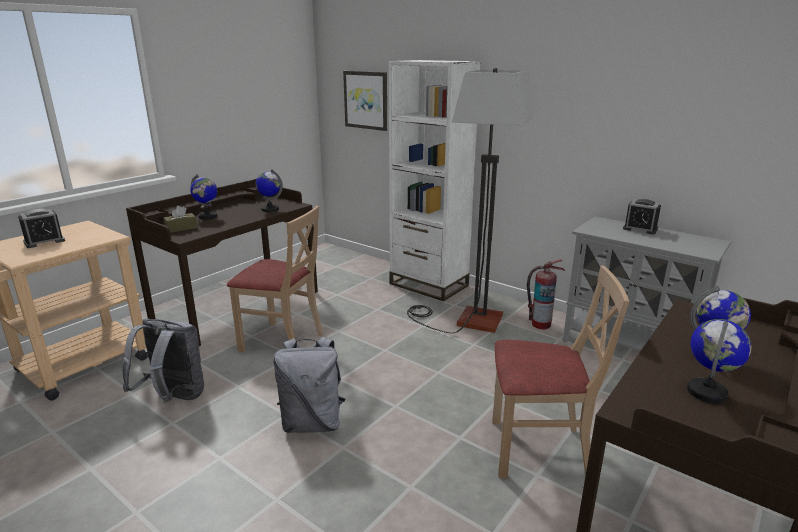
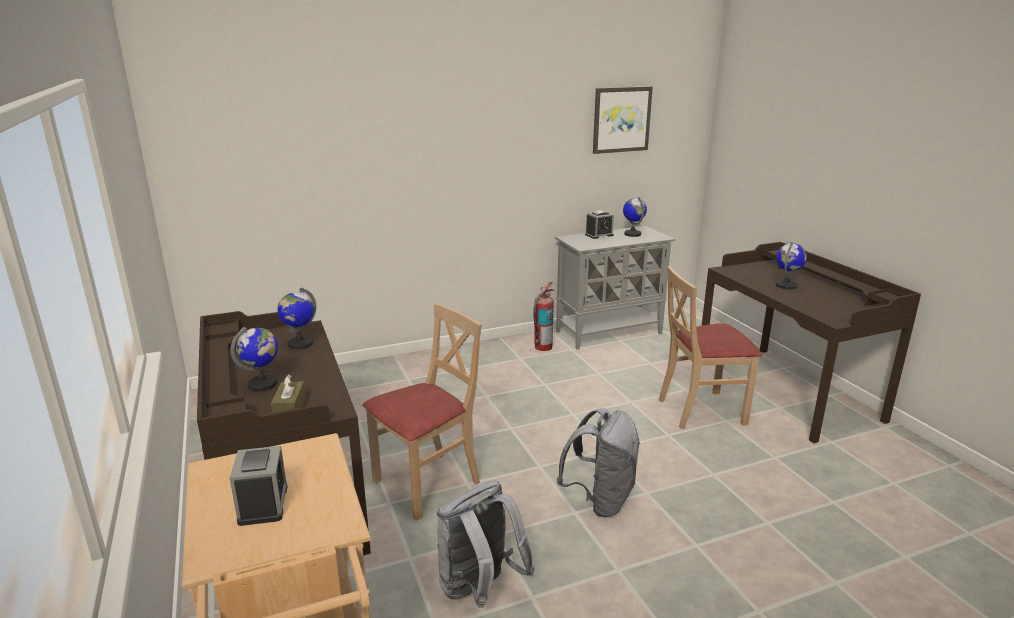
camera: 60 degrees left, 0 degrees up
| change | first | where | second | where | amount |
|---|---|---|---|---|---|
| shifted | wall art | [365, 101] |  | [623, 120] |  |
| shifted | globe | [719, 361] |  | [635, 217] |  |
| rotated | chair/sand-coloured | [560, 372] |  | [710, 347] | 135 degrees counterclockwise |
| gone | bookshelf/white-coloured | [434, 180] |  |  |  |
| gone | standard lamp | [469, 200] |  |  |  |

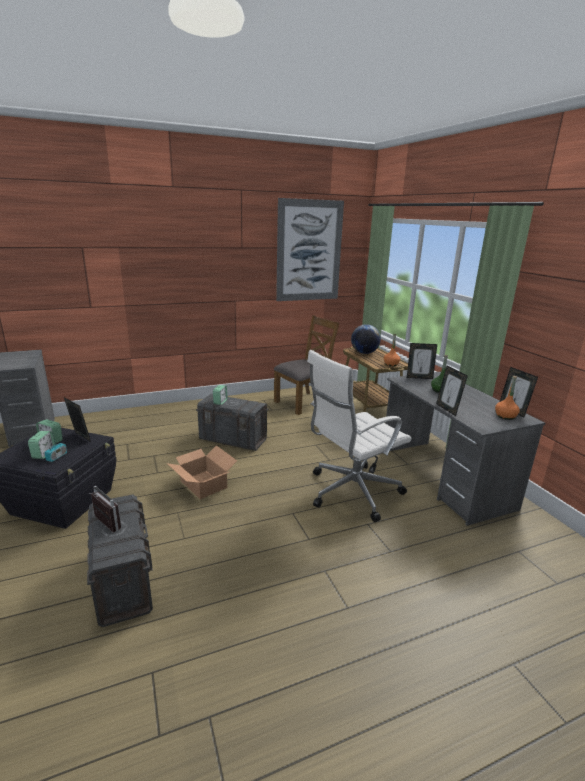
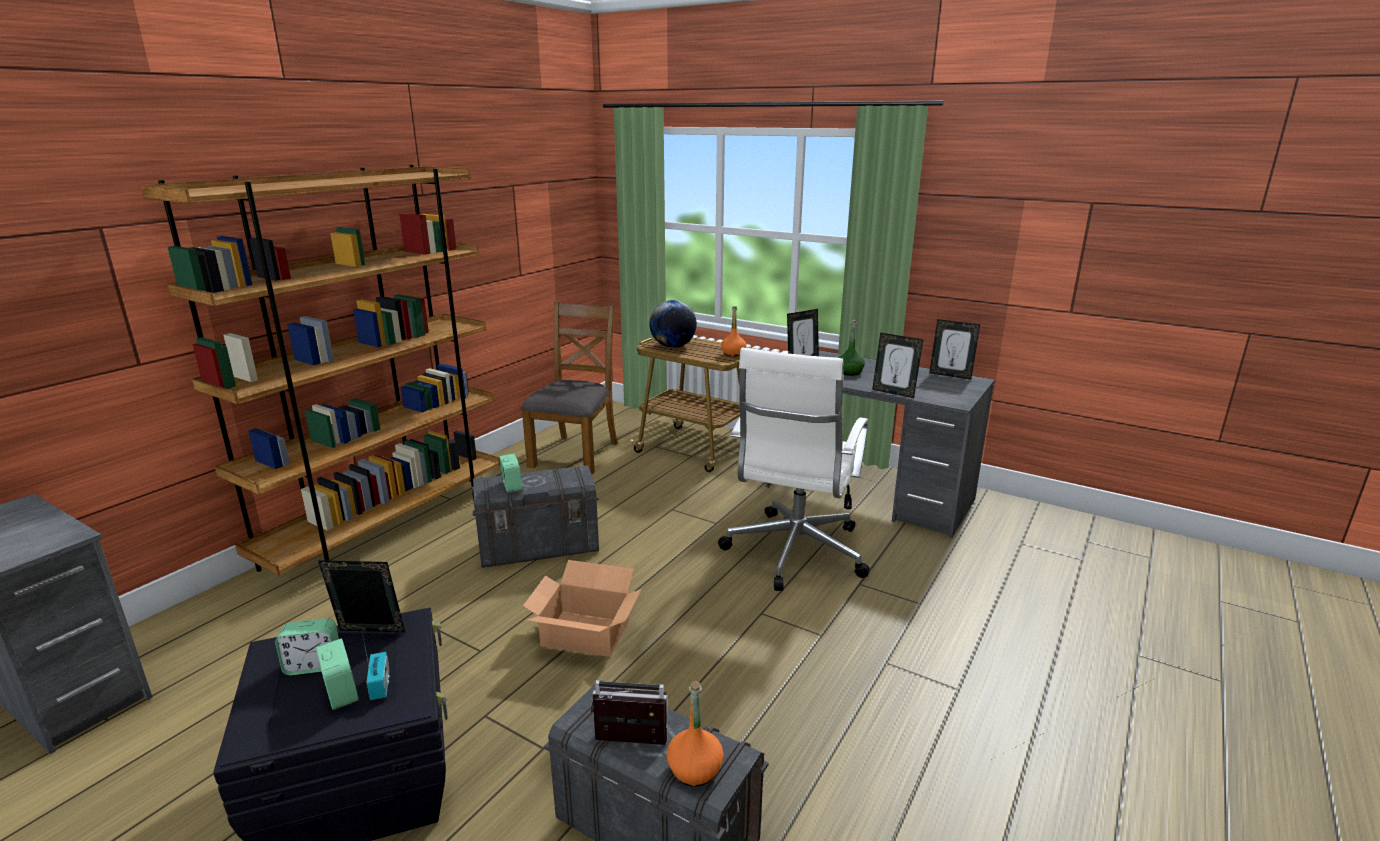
camera: 35 degrees left, 0 degrees up
| change | first | where | second | where | amount |
|---|---|---|---|---|---|
| new |  |  | bookshelf/brown | [320, 370] |  |
| shifted | beverage bottle/orange-coloured | [507, 398] |  | [695, 734] |  |
| gone | wall art | [310, 249] |  |  |  |

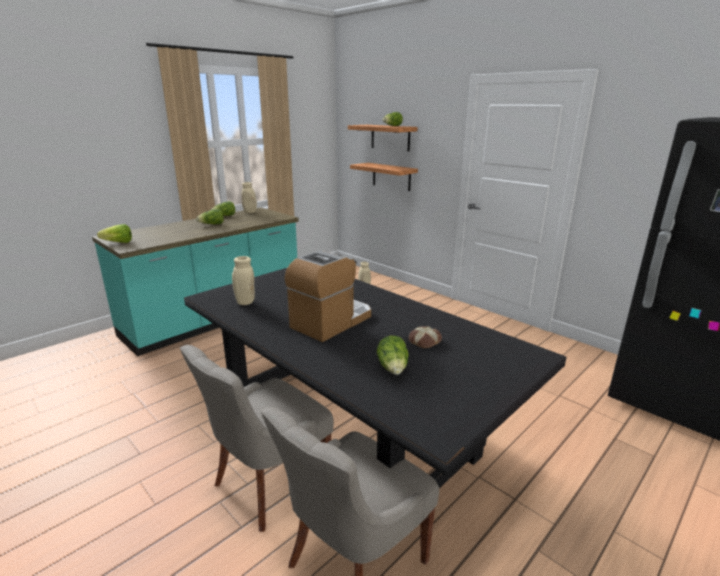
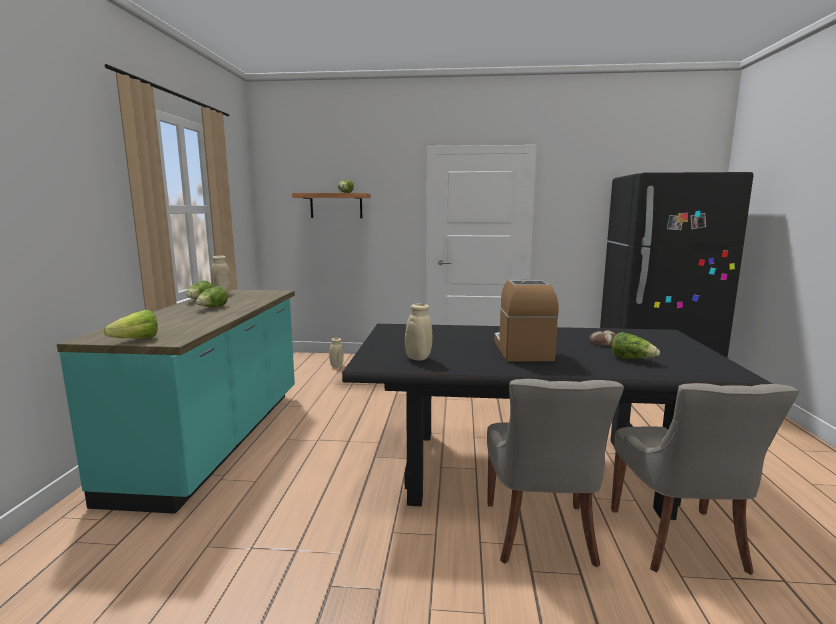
camera: 40 degrees left, 10 degrees down
| change | first | where | second | where | amount |
|---|---|---|---|---|---|
| gone | shelf | [384, 177] |  |  |  |

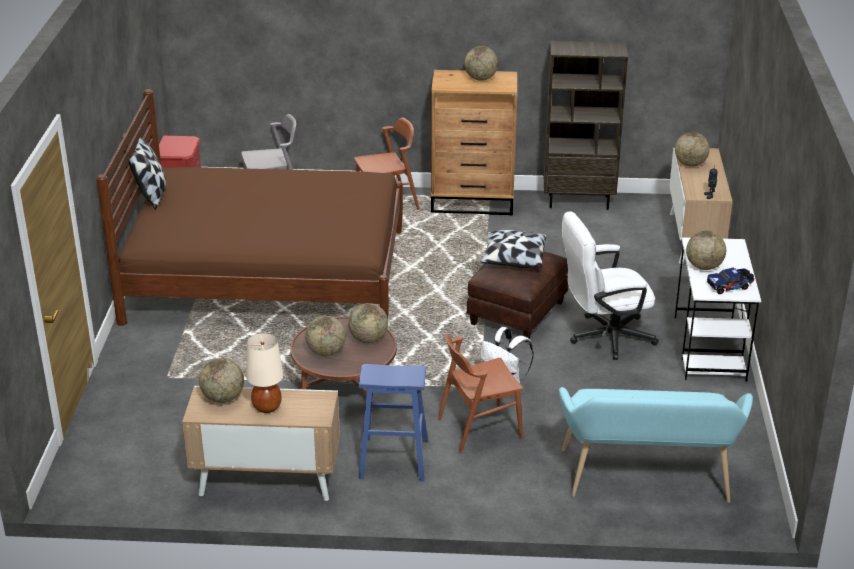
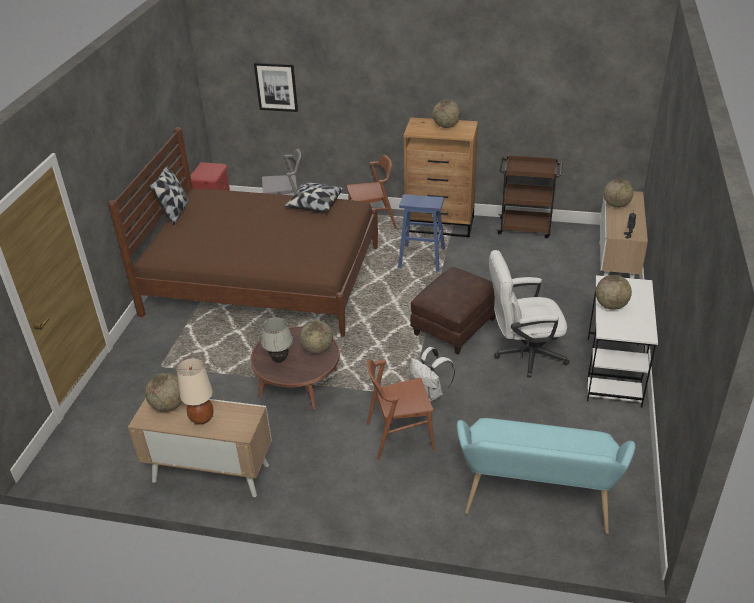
camera: 10 degrees right, 5 degrees up
| change | first | where | second | where | amount |
|---|---|---|---|---|---|
| new |  |  | wall art | [276, 87] |  |
| swapped | globe | [325, 336] | tabletop lamp/white-coloured | [277, 339] |  |
| shifted | throw pillow | [513, 249] |  | [313, 197] |  |
| shifted | stool seat/blue | [393, 422] |  | [421, 233] |  |
| swapped | bookshelf/brown | [586, 125] | trolley/brown | [529, 196] |  |
| gone | toy truck | [730, 280] |  |  |  |

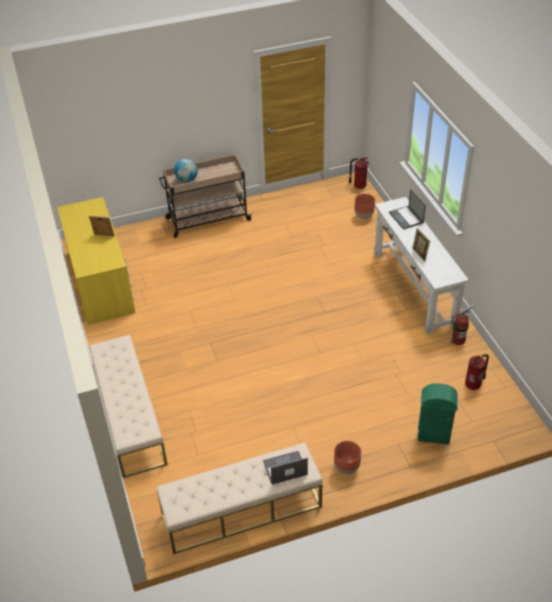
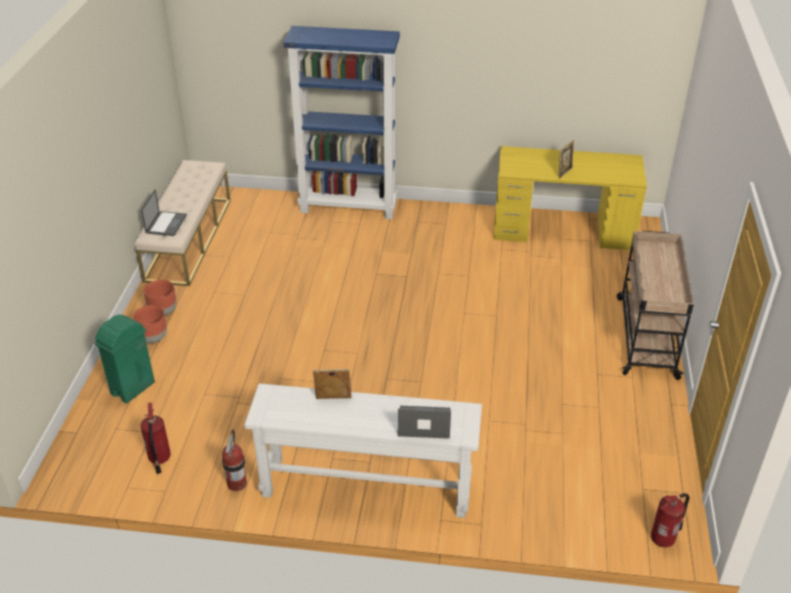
camera: 115 degrees right, 5 degrees down
| change | first | where | second | where | amount |
|---|---|---|---|---|---|
| shifted | plant pot/brown | [365, 206] |  | [150, 324] |  |
| swapped | long seat/sand-coloured | [128, 406] | bookshelf/blue | [341, 123] |  |
| gone | globe | [186, 171] |  |  |  |

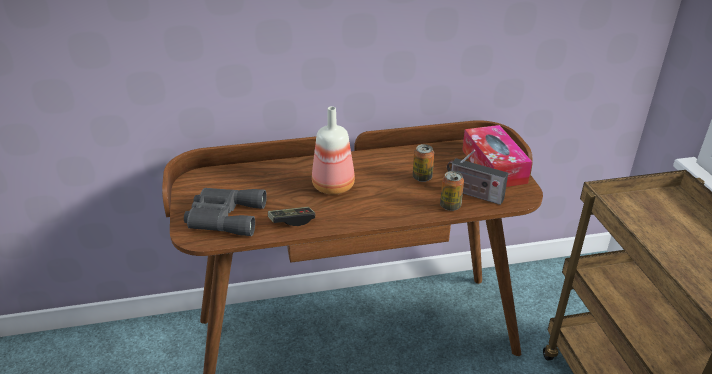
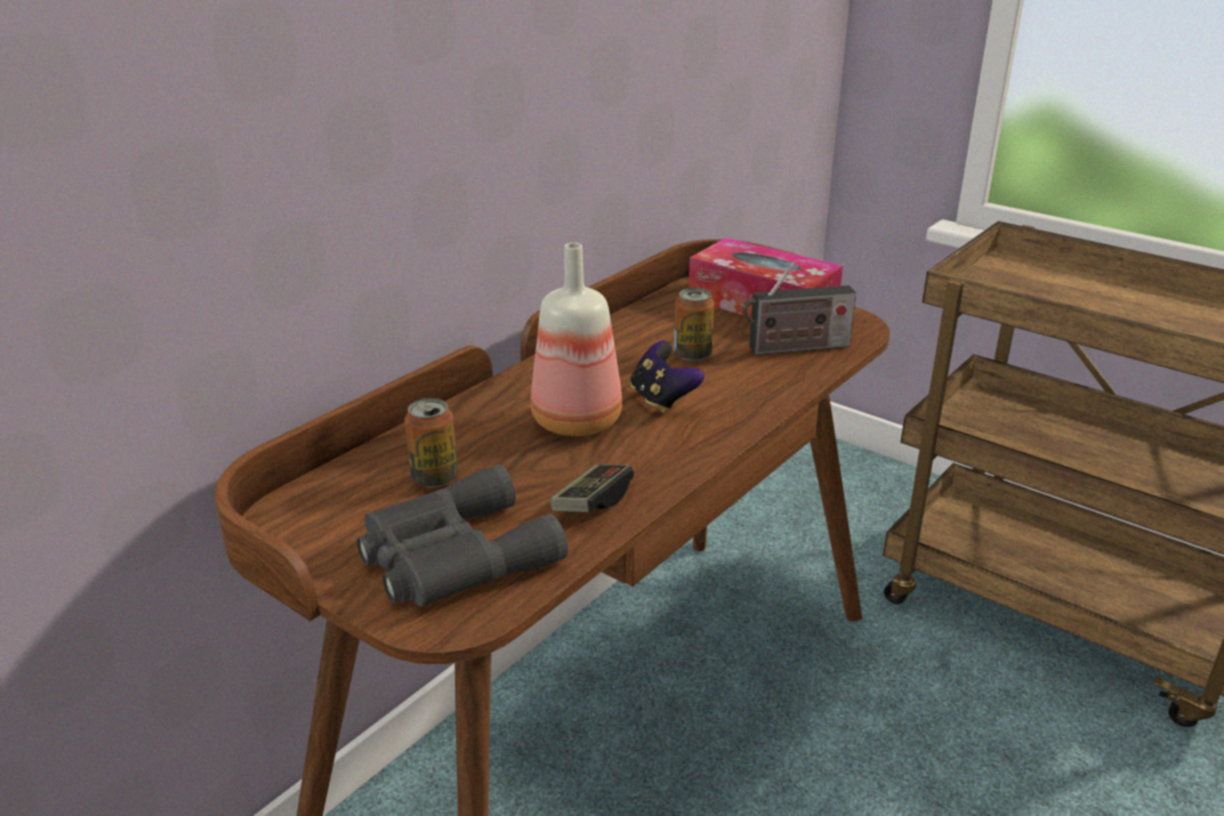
camera: 40 degrees left, 5 degrees down
| change | first | where | second | where | amount |
|---|---|---|---|---|---|
| shifted | sealed can | [452, 191] |  | [431, 443] |  |
| new |  |  | gamepad | [667, 377] |  |

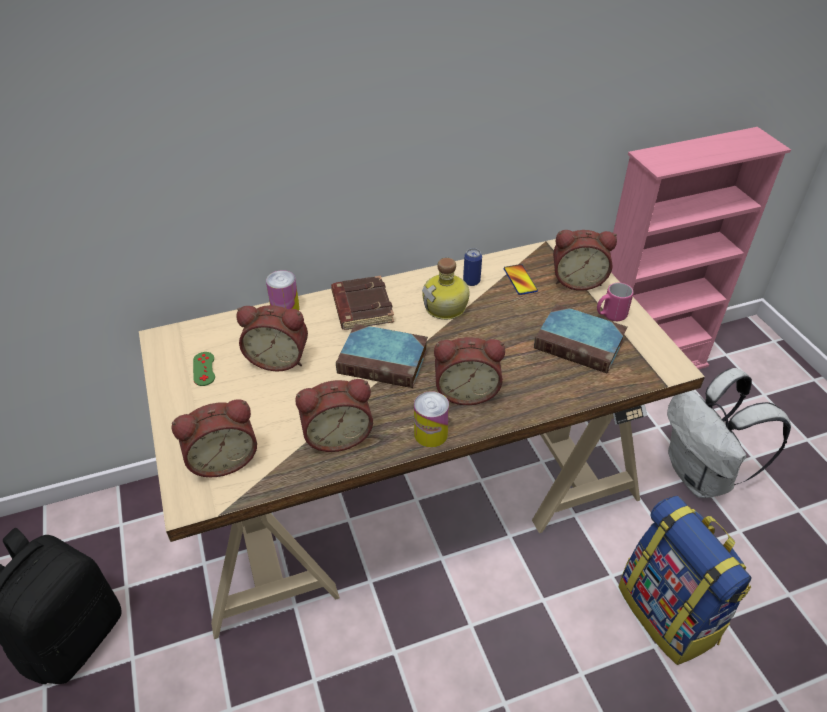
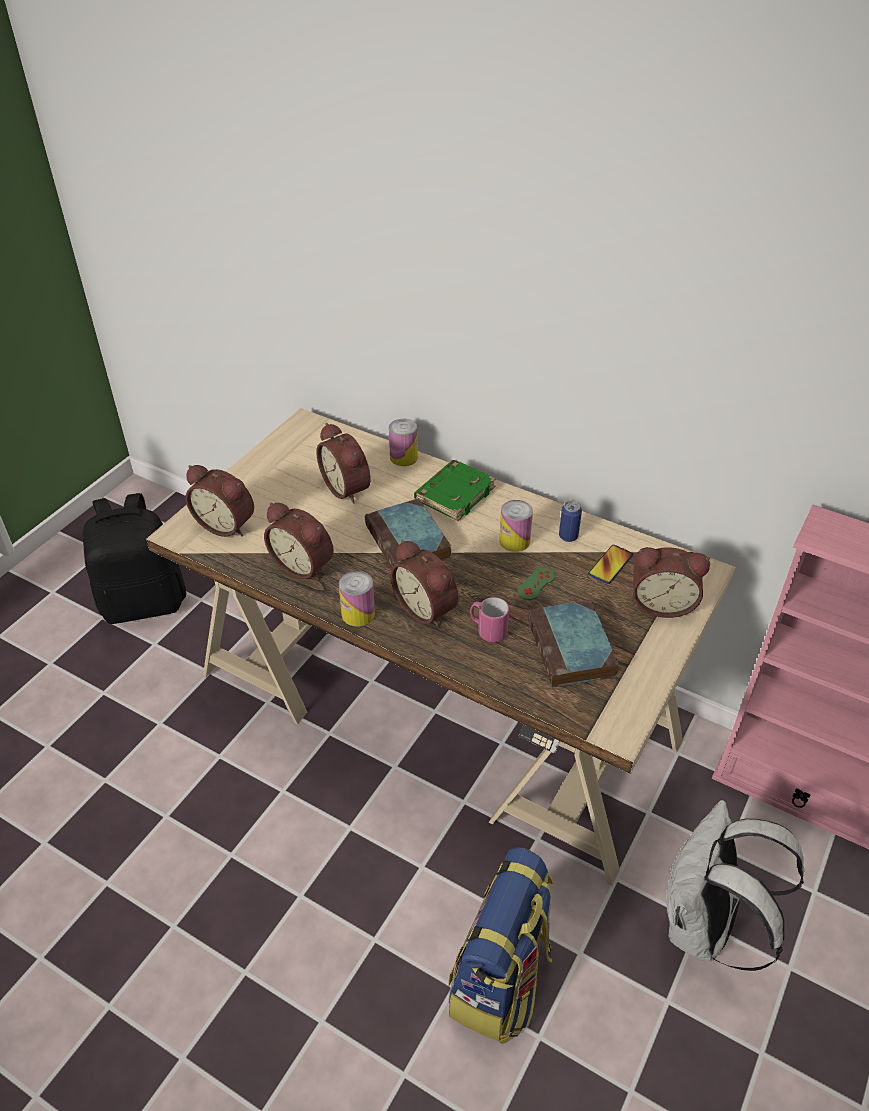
camera: 50 degrees right, 0 degrees up
| change | first | where | second | where | amount |
|---|---|---|---|---|---|
| repainted | book/brown | [362, 303] | book/greenish | [455, 490] |  |
| shifted | coffee mug/pink-coloured | [615, 302] |  | [489, 620] |  |
| swapped | beverage bottle | [446, 289] | sealed can | [516, 526] |  |
| shifted | gamepad/greenish | [204, 369] |  | [536, 583] |  |
| rotated | alarm clock | [585, 260] |  | [671, 582] | 45 degrees counterclockwise |

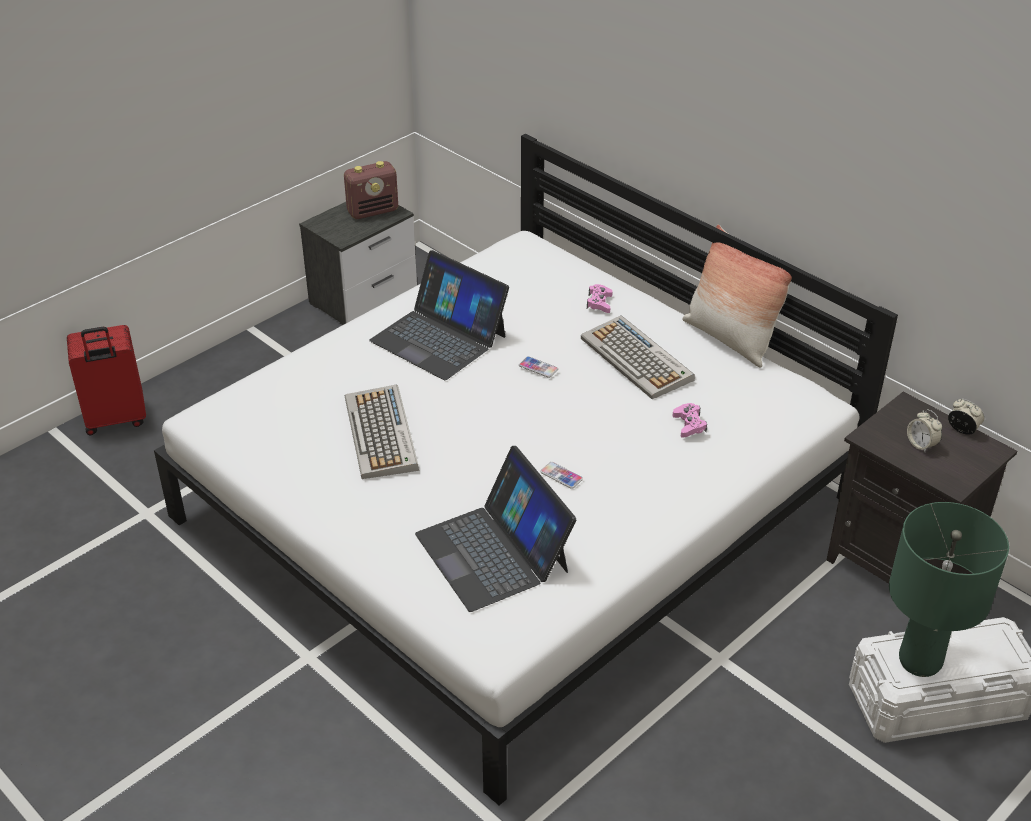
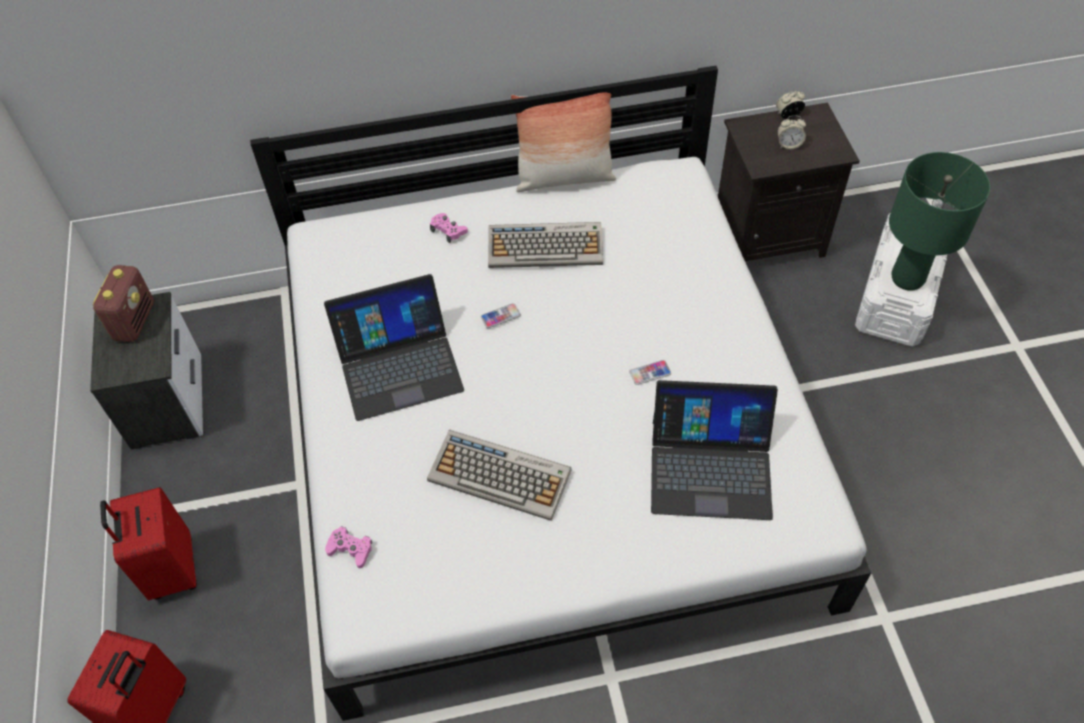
camera: 55 degrees left, 15 degrees up
| change | first | where | second | where | amount |
|---|---|---|---|---|---|
| new |  |  | suitcase/red-coloured | [148, 543] |  |
| shifted | gamepad/pink-coloured | [690, 420] |  | [348, 547] |  |

